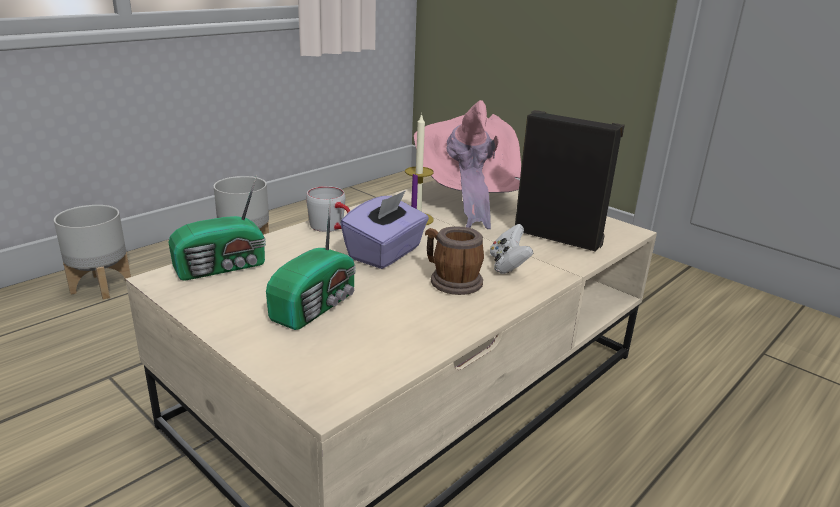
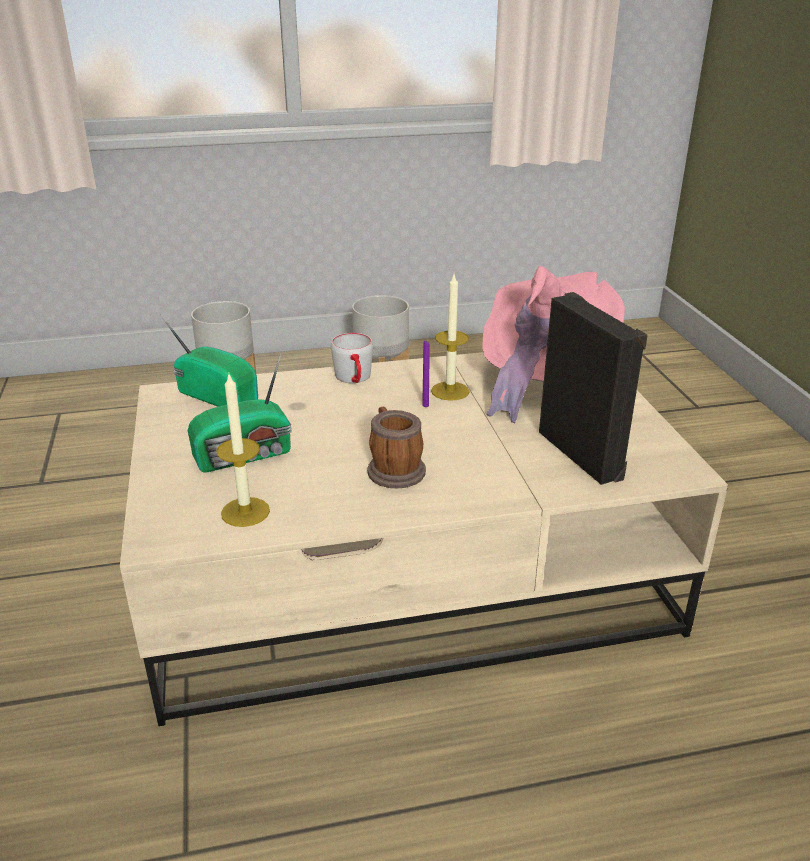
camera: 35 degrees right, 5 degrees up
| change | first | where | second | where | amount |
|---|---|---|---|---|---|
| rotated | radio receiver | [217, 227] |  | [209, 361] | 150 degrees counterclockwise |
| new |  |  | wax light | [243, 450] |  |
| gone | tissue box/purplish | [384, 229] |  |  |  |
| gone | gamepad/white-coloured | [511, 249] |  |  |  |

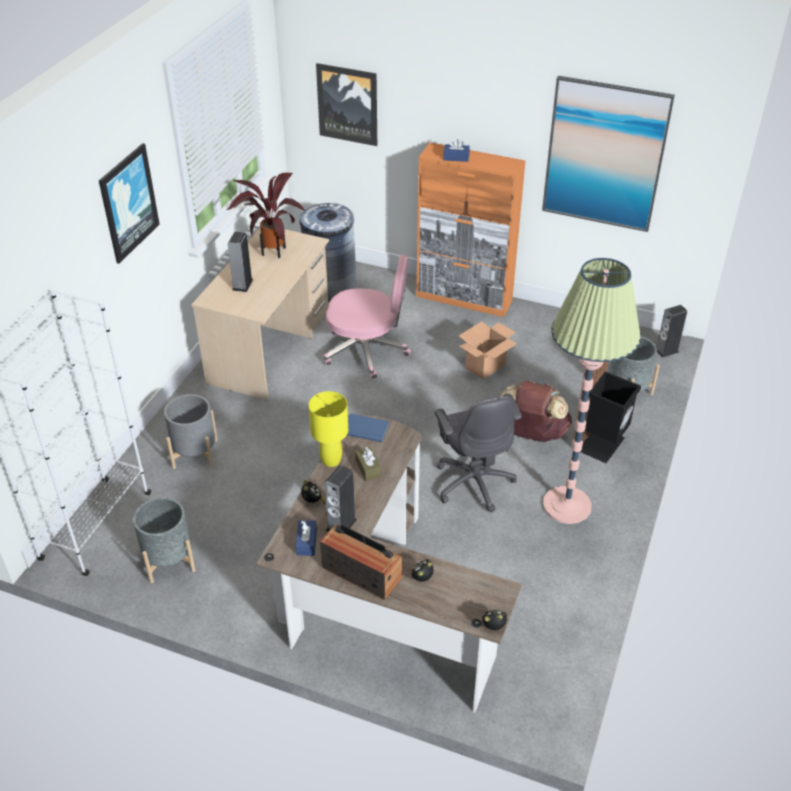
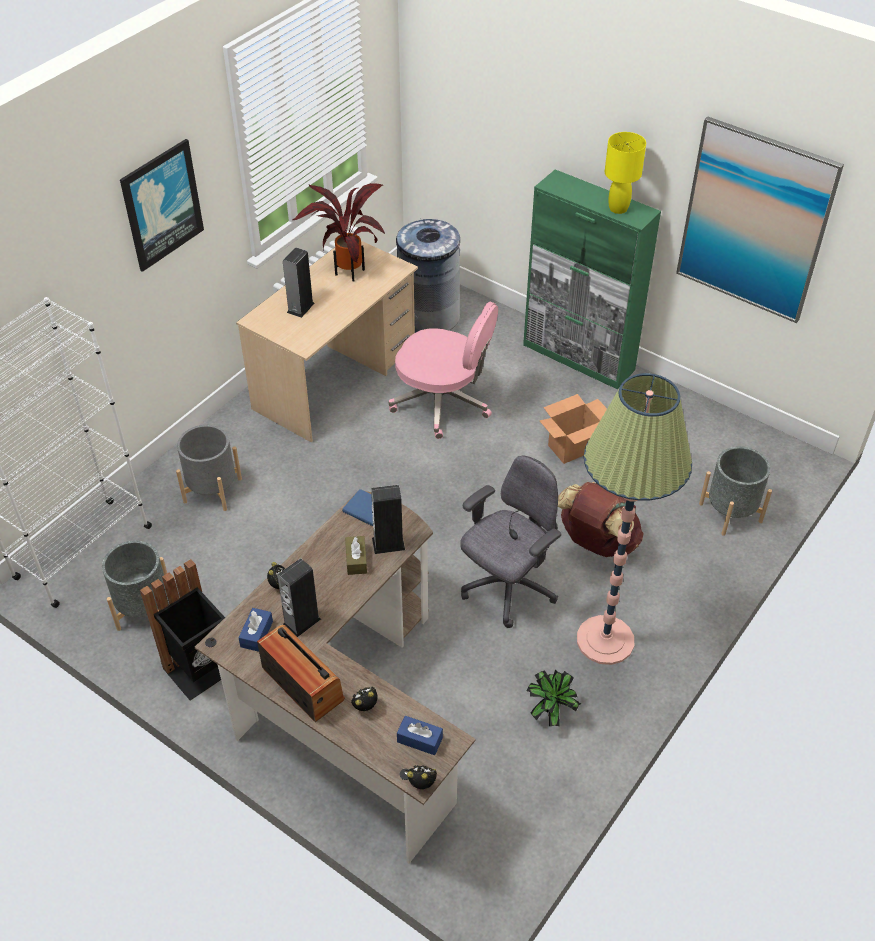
camera: 15 degrees right, 5 degrees up
| change | first | where | second | where | amount |
|---|---|---|---|---|---|
| shifted | rubbish bin/black | [607, 412] |  | [182, 629] |  |
| shifted | loudspeaker | [671, 331] |  | [388, 519] |  |
| shifted | tissue box/blue | [456, 150] |  | [420, 735] |  |
| rotated | computer chair/gray | [478, 453] |  | [511, 541] | 135 degrees counterclockwise |
| repainted | cupboard/orange-coloured | [470, 229] | cupboard/greenish | [592, 279] |  |
| new |  |  | potted plant | [554, 698] |  |
| shifted | tabletop lamp/yellow-coloured | [328, 429] |  | [625, 173] |  |
| gone | wall art | [346, 104] |  |  |  |

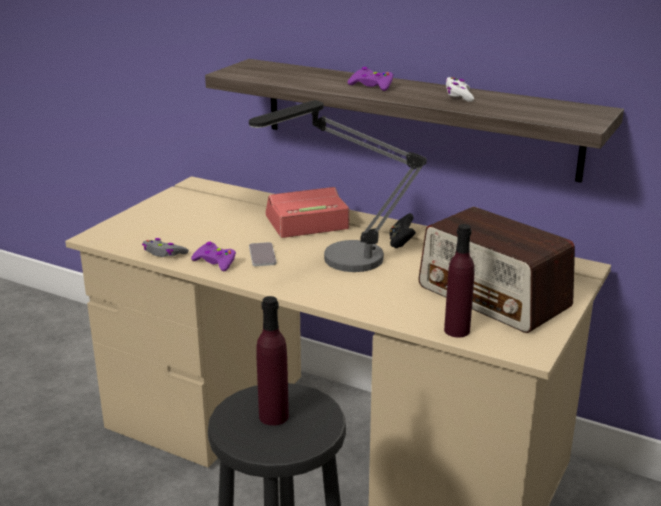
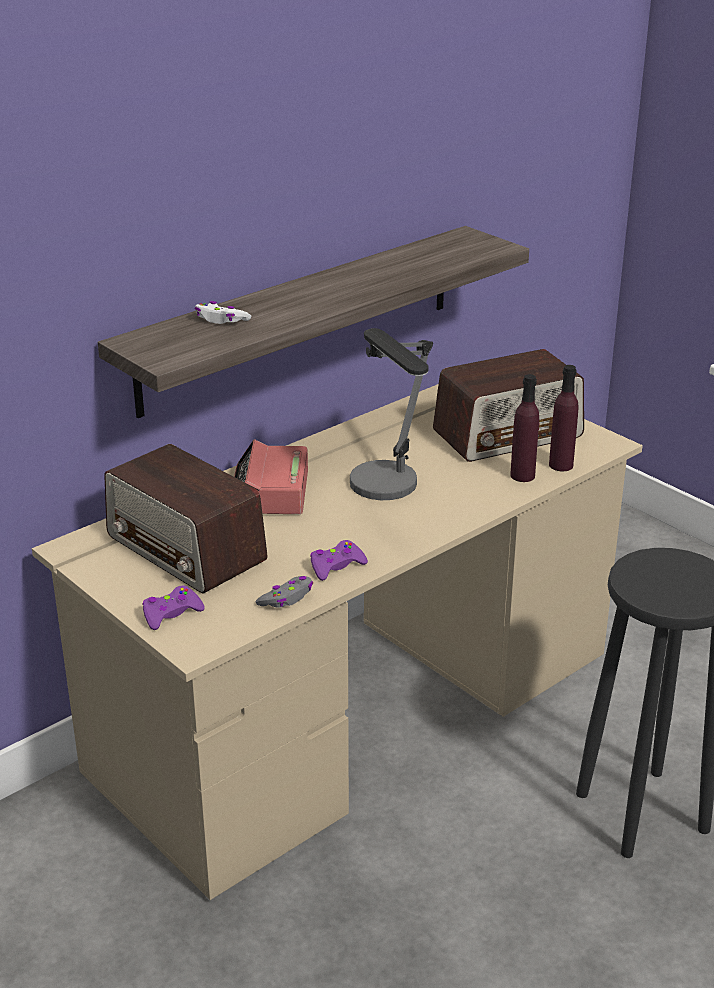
camera: 70 degrees left, 5 degrees up
| change | first | where | second | where | amount |
|---|---|---|---|---|---|
| new |  |  | radio receiver | [186, 519] |  |
| shifted | gamepad/purplish | [371, 79] |  | [174, 607] |  |
| shifted | gamepad/white-coloured | [460, 89] |  | [222, 312] |  |
| shifted | beverage bottle/purplish | [272, 361] |  | [524, 428] |  |
| gone | telephone | [262, 254] |  |  |  |
| gone | gamepad/black | [402, 230] |  |  |  |

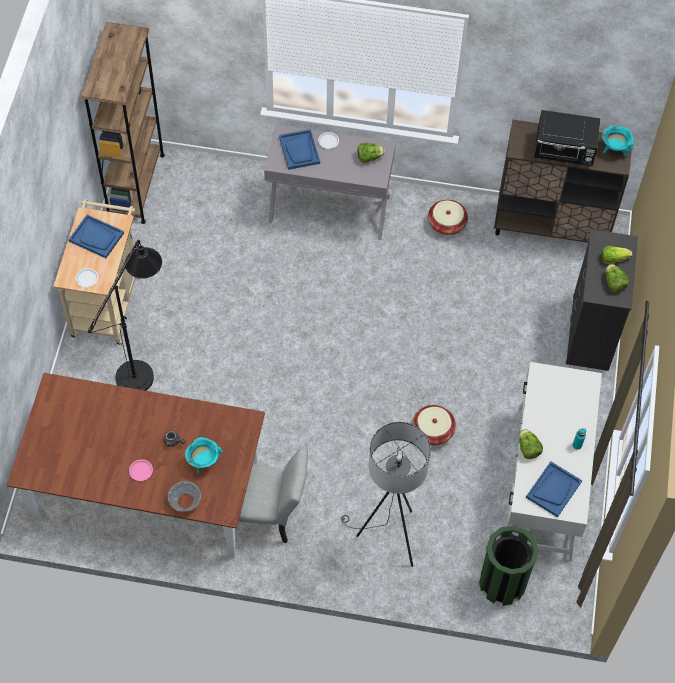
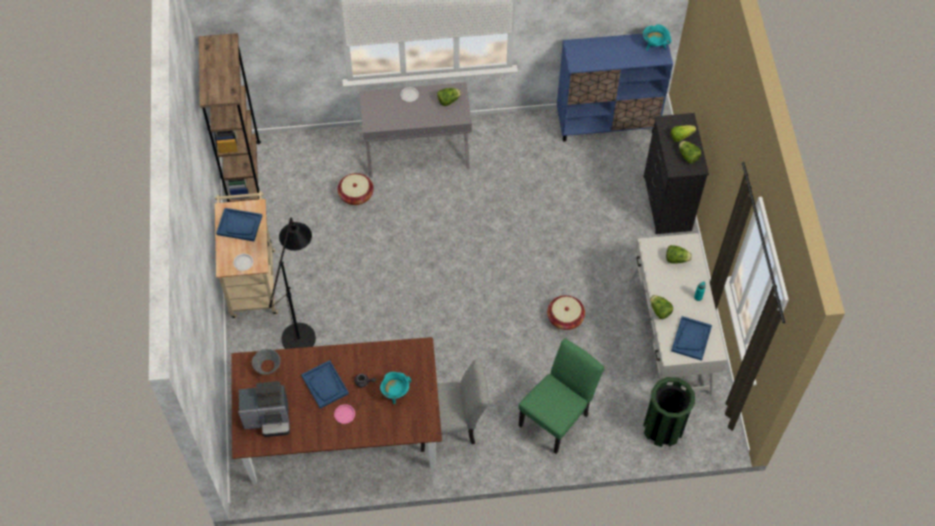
camera: 15 degrees left, 0 degrees up
| change | first | where | second | where | amount |
|---|---|---|---|---|---|
| new |  |  | coffee brewer | [264, 409] |  |
| shifted | deep dish/gray | [184, 496] |  | [266, 362] |  |
| shifted | carrying tray/blue | [299, 149] |  | [325, 384] |  |
| shifted | basket | [448, 217] |  | [355, 189] |  |
| swapped | standard lamp/gray | [386, 494] | chair/greenish | [561, 396] |  |
| repainted | cupboard/brown | [563, 181] | cupboard/blue | [615, 88] |  |
| new |  |  | lettuce | [679, 254] |  |
| gone | microwave oven/black | [567, 138] |  |  |  |

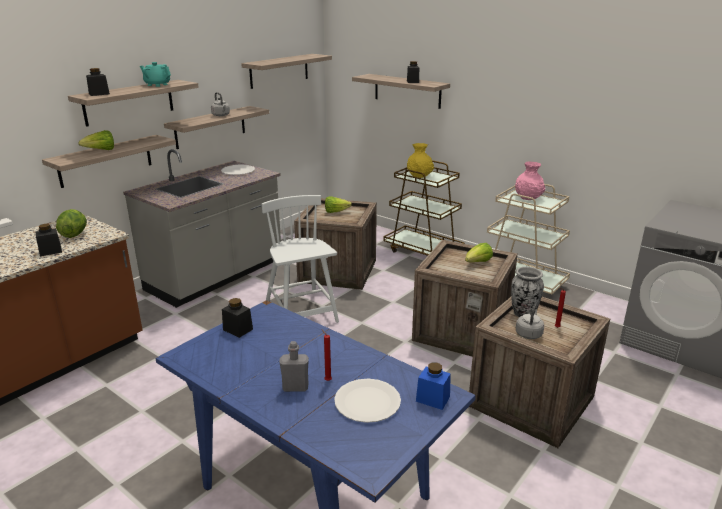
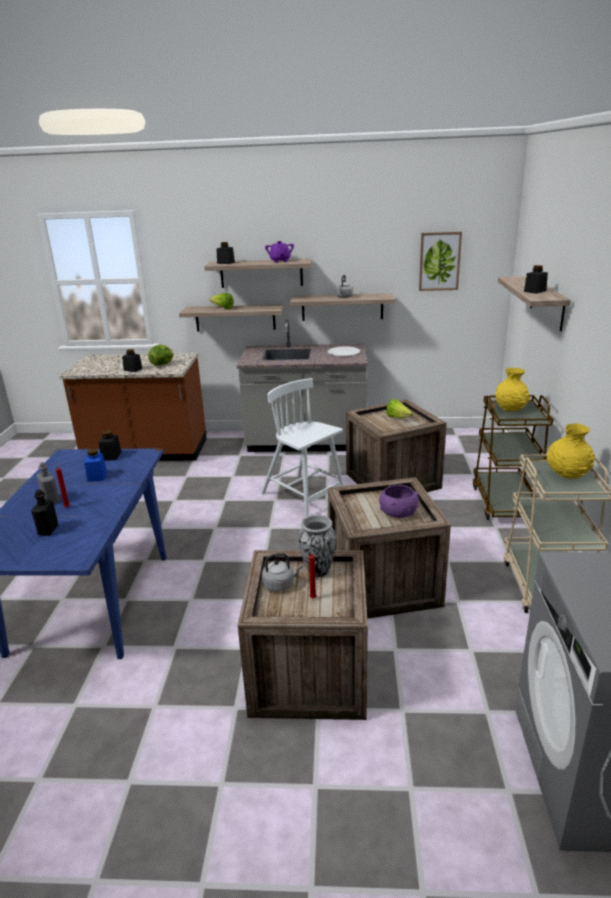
camera: 55 degrees right, 0 degrees up
| change | first | where | second | where | amount |
|---|---|---|---|---|---|
| swapped | plate/white-coloured | [367, 401] | beverage bottle/black | [45, 513] |  |
| shifted | preserve jar/blue | [433, 386] |  | [95, 465] |  |
| rotated | chair/white-coloured | [300, 259] |  | [302, 447] | 75 degrees counterclockwise |
| repainted | tea pot/turquoise-coloured | [155, 74] | tea pot/purplish | [279, 252] |  |
| swapped | lettuce | [479, 252] | deep dish/purplish | [399, 501] |  |
| swapped | shelf | [286, 71] | wall art | [440, 261] |  |
| repainted | flower vase/pink-coloured | [530, 181] | flower vase/yellow-coloured | [571, 451] |  |

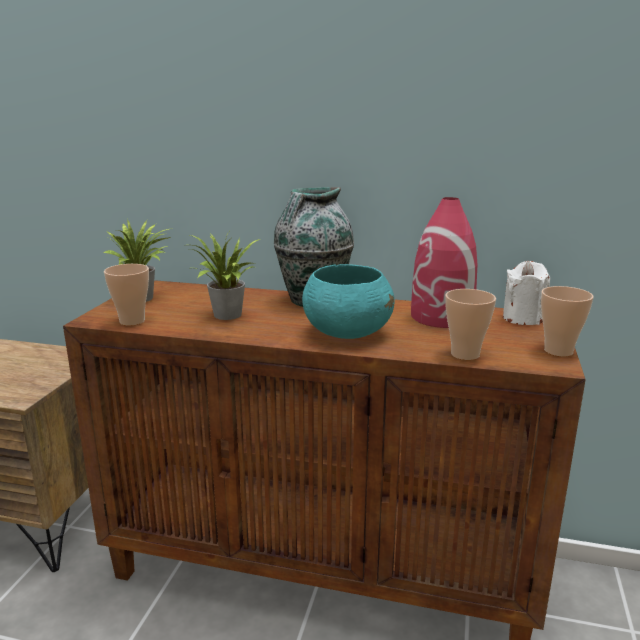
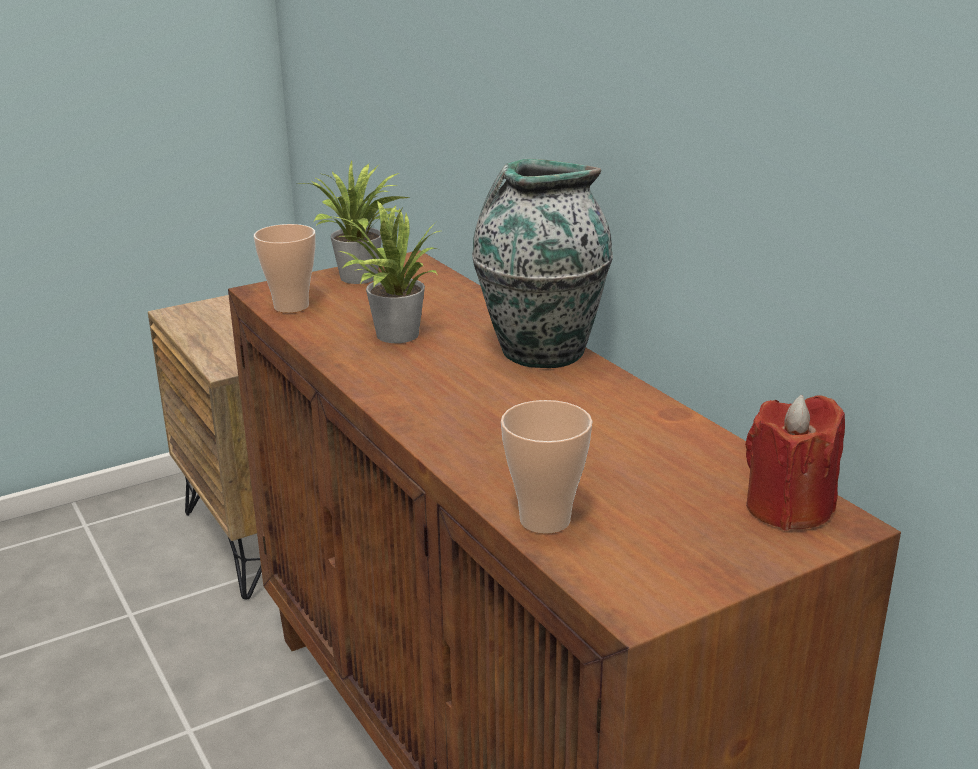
camera: 45 degrees right, 5 degrees up
| change | first | where | second | where | amount |
|---|---|---|---|---|---|
| repainted | wax light/white-coloured | [526, 293] | wax light/red-coloured | [795, 462] |  |
| gone | deep dish/turquoise-coloured | [348, 301] |  |  |  |
| gone | flower vase/red-coloured | [444, 262] |  |  |  |
| gone | drinking cup | [567, 321] |  |  |  |

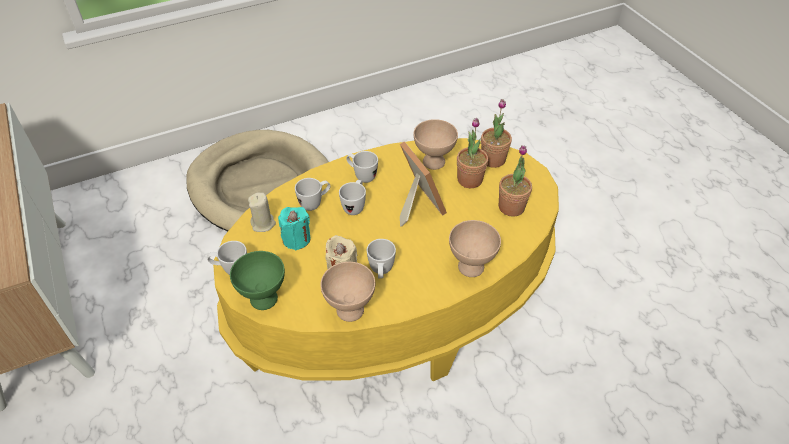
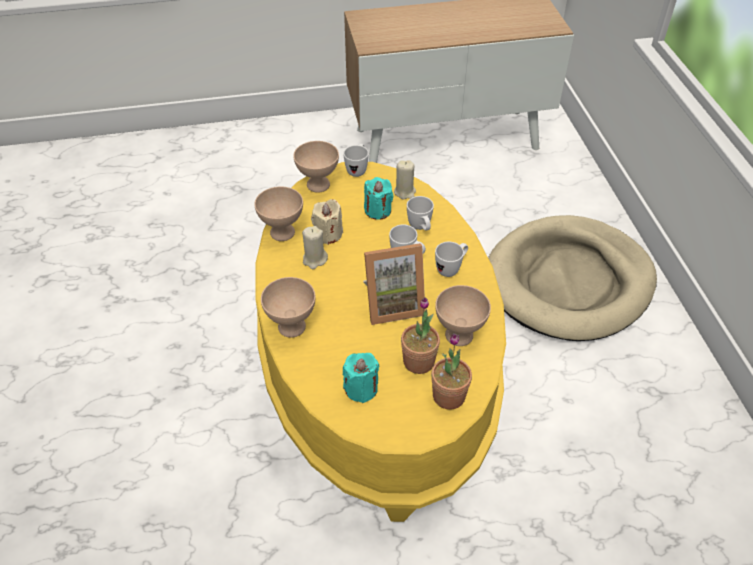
camera: 105 degrees right, 0 degrees up
| change | first | where | second | where | amount |
|---|---|---|---|---|---|
| repainted | deep dish/greenish | [257, 280] | deep dish/sand-coloured | [316, 167] |  |
| swapped | coffee mug/white-coloured | [381, 259] | wax light/sand-coloured | [315, 247] |  |
| swapped | potted plant | [515, 181] | wax light/turquoise-coloured | [361, 378] |  |

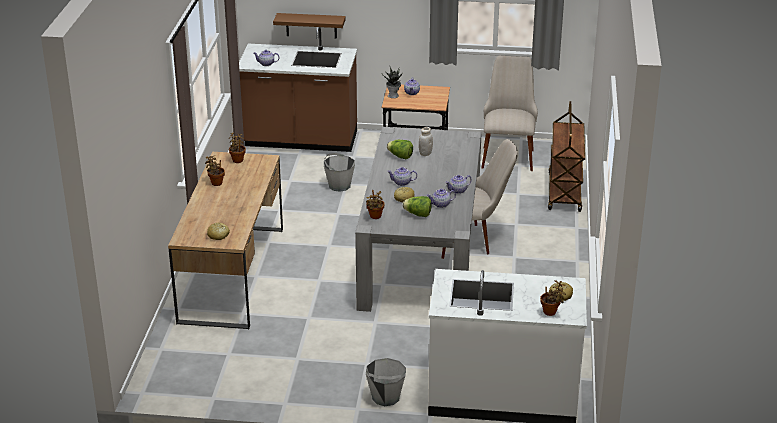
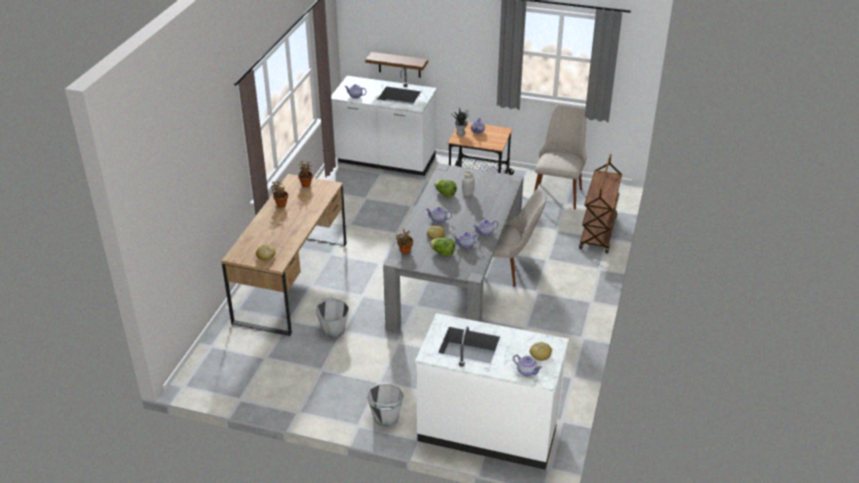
camera: 10 degrees right, 5 degrees up
| change | first | where | second | where | amount |
|---|---|---|---|---|---|
| shifted | water bucket/gray | [339, 172] |  | [332, 317] |  |
| repainted | kitchen base unit/brown | [298, 89] | kitchen base unit/white-coloured | [384, 122] |  |
| swapped | potted plant | [553, 298] | tea pot | [527, 365] |  |

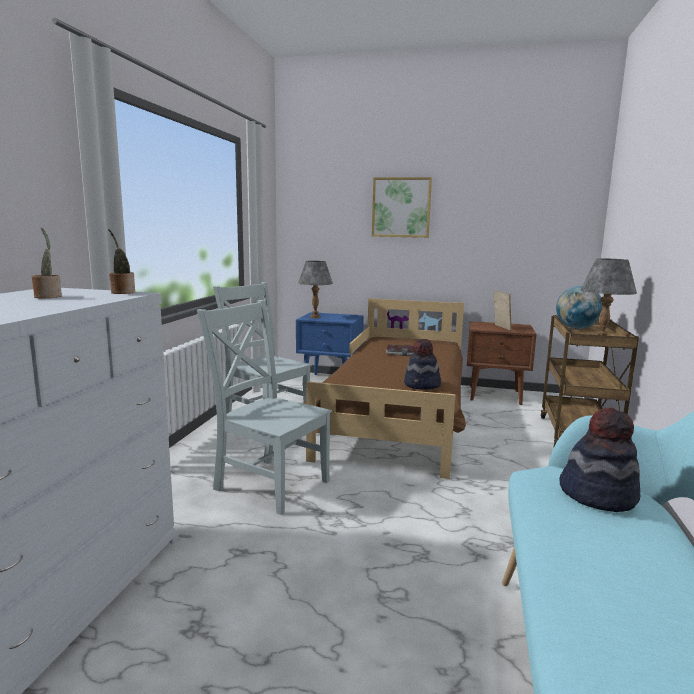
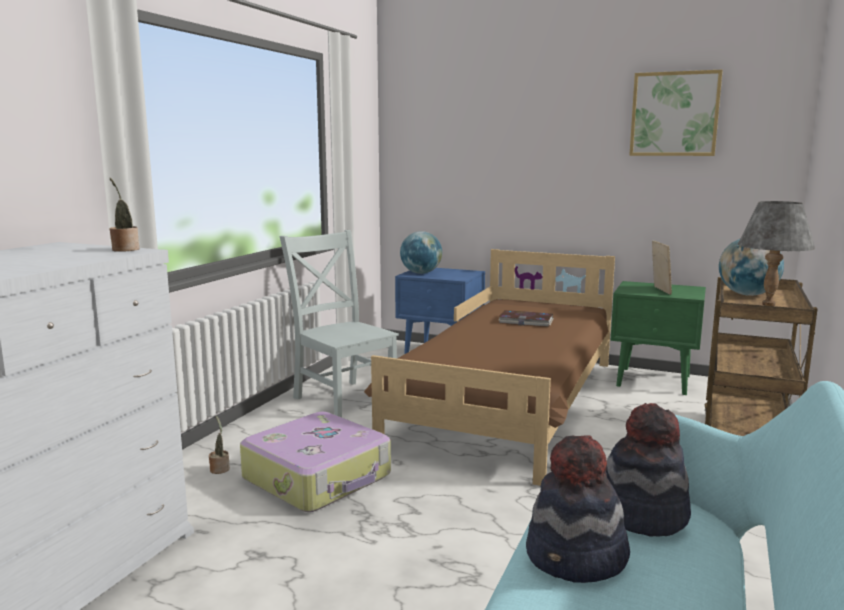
camera: 10 degrees right, 0 degrees up
| change | first | where | second | where | amount |
|---|---|---|---|---|---|
| shifted | potted plant | [47, 262] |  | [219, 445] |  |
| swapped | chair/gray | [264, 407] | suitcase | [315, 462] |  |
| swapped | tabletop lamp/gray | [315, 289] | globe | [421, 252] |  |
| shifted | hat | [422, 364] |  | [578, 509] |  |
| repainted | night table/brown | [501, 363] | night table/greenish | [658, 338] |  |
| shifted | wall art | [402, 207] |  | [676, 113] |  |

